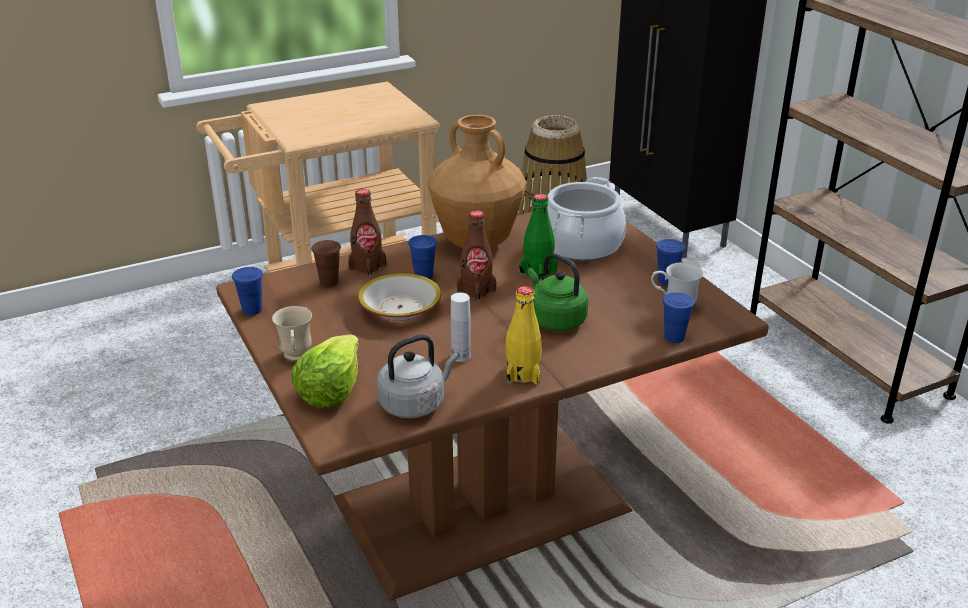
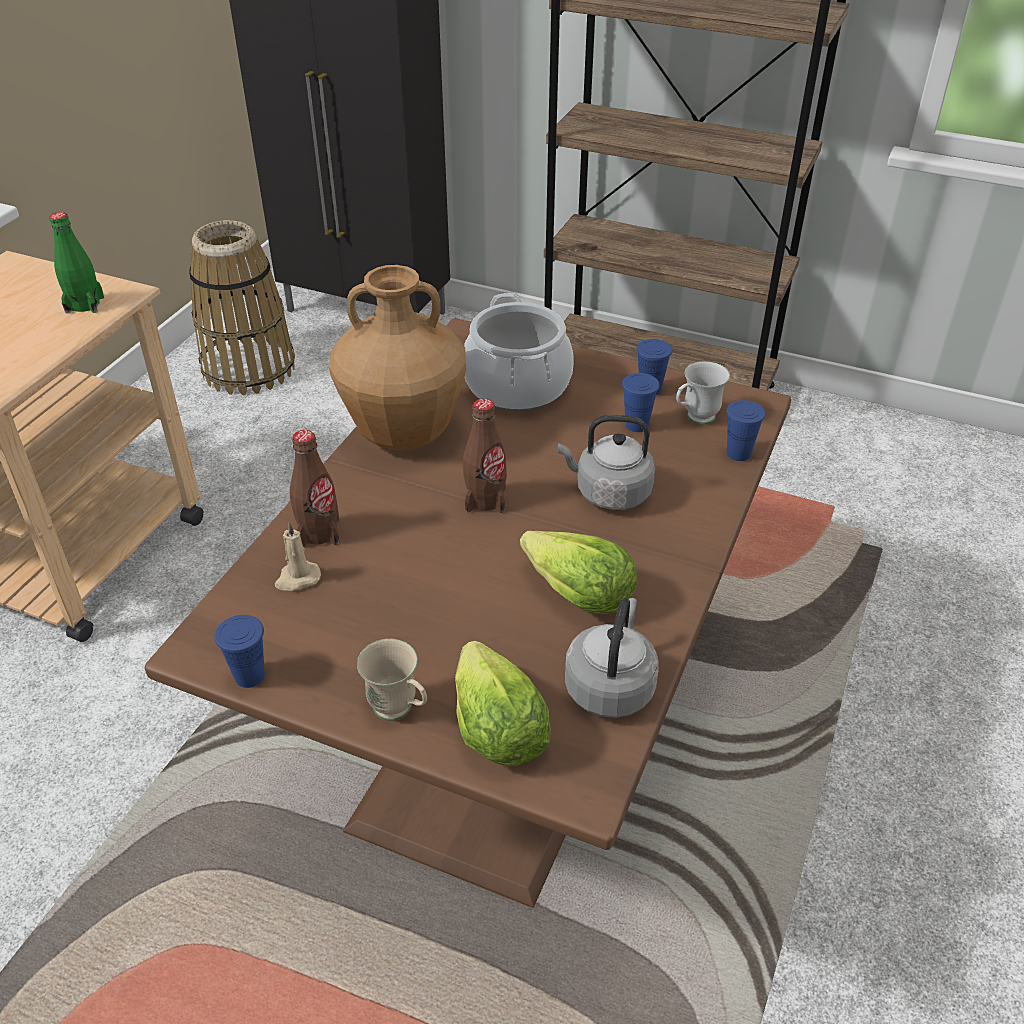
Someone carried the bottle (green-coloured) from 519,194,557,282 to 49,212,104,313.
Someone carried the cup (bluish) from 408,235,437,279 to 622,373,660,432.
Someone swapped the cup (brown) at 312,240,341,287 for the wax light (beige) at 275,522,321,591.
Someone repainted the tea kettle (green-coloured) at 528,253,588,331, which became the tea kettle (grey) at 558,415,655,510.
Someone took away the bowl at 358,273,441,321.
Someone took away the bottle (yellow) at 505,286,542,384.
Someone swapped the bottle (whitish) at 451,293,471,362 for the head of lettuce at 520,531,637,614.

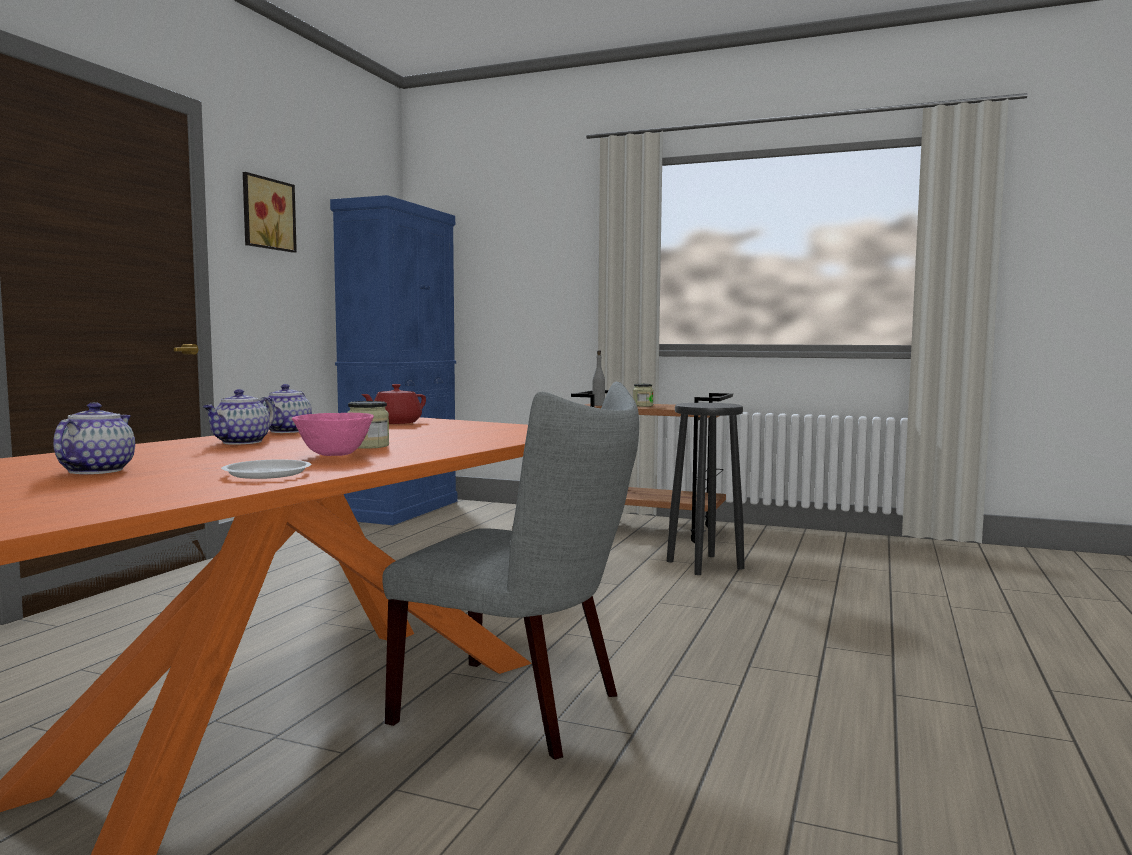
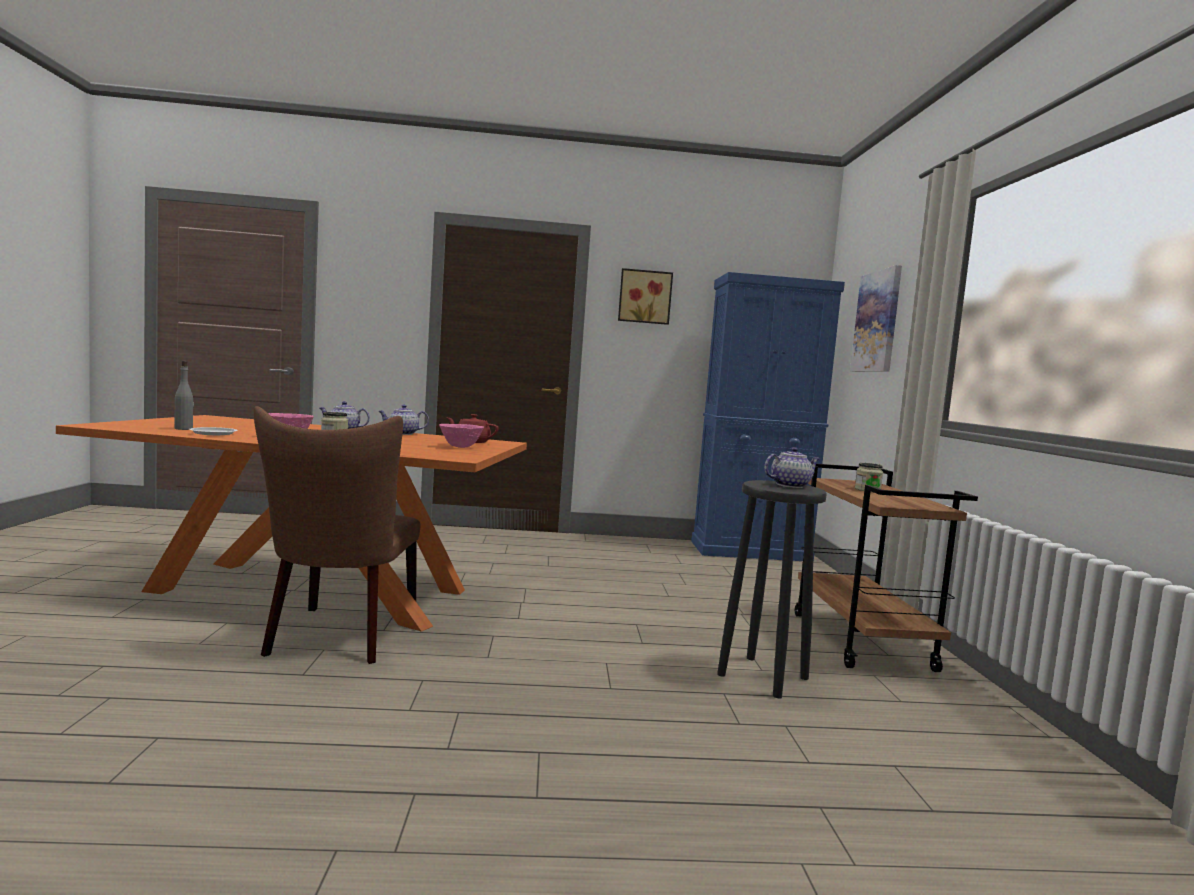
Someone carried the bottle (grey) from 592,351,605,406 to 174,361,194,430.
Someone repainted the plain chair (grey) at 382,382,639,760, which became the plain chair (brown) at 254,406,420,664.
Someone carried the teapot from 53,402,135,474 to 764,447,820,488.
Someone put up the wall picture at 850,265,902,372.
Someone put down the bowl (pinkish) at 439,424,484,448.

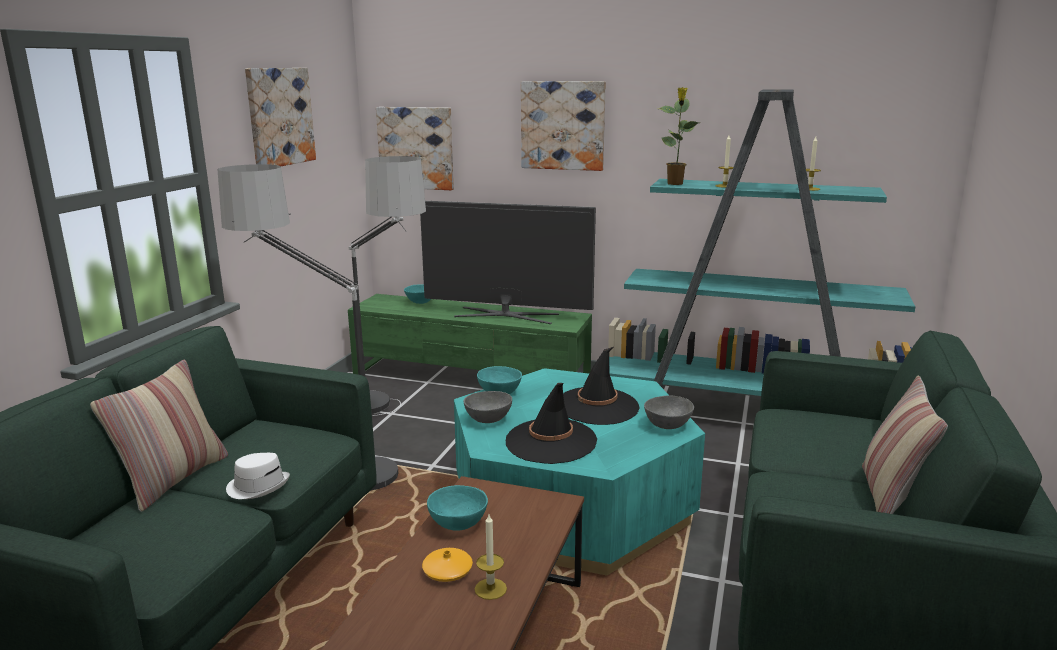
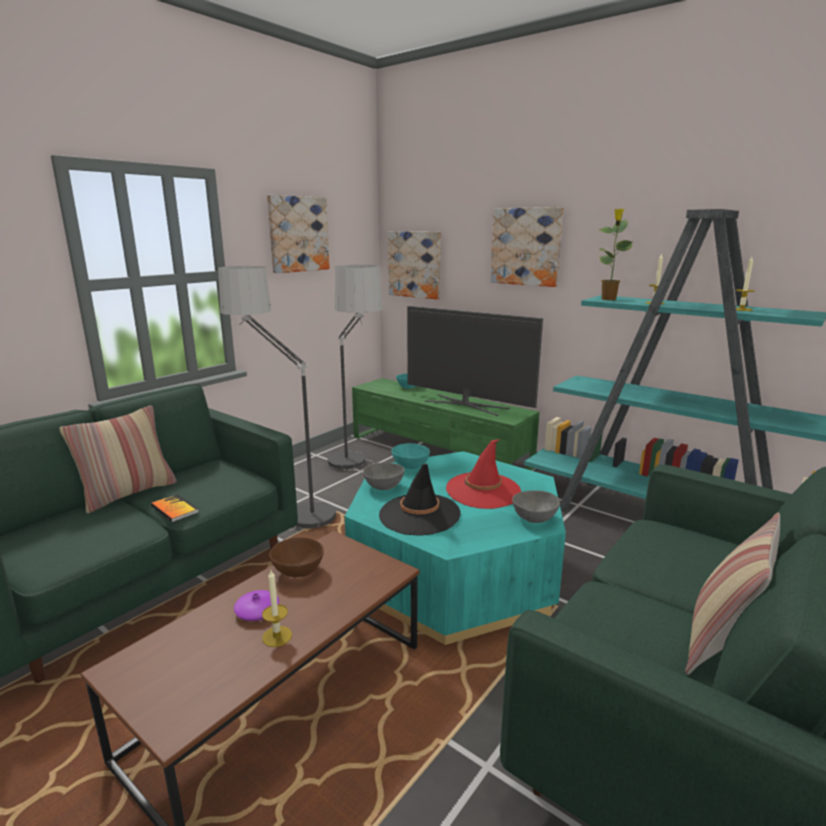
Someone repainted the clothing hat (blackish) at 563,347,640,425, which became the clothing hat (red) at 446,439,521,509.
Someone swapped the clothing hat (whitish) at 226,453,290,499 for the bound book at 151,494,199,522.
Someone repainted the bowl (turquoise-coloured) at 427,485,488,531, which became the bowl (brown) at 269,537,324,577.
Someone repainted the flower vase (orangey) at 422,548,473,582, which became the flower vase (purple) at 234,590,279,621.

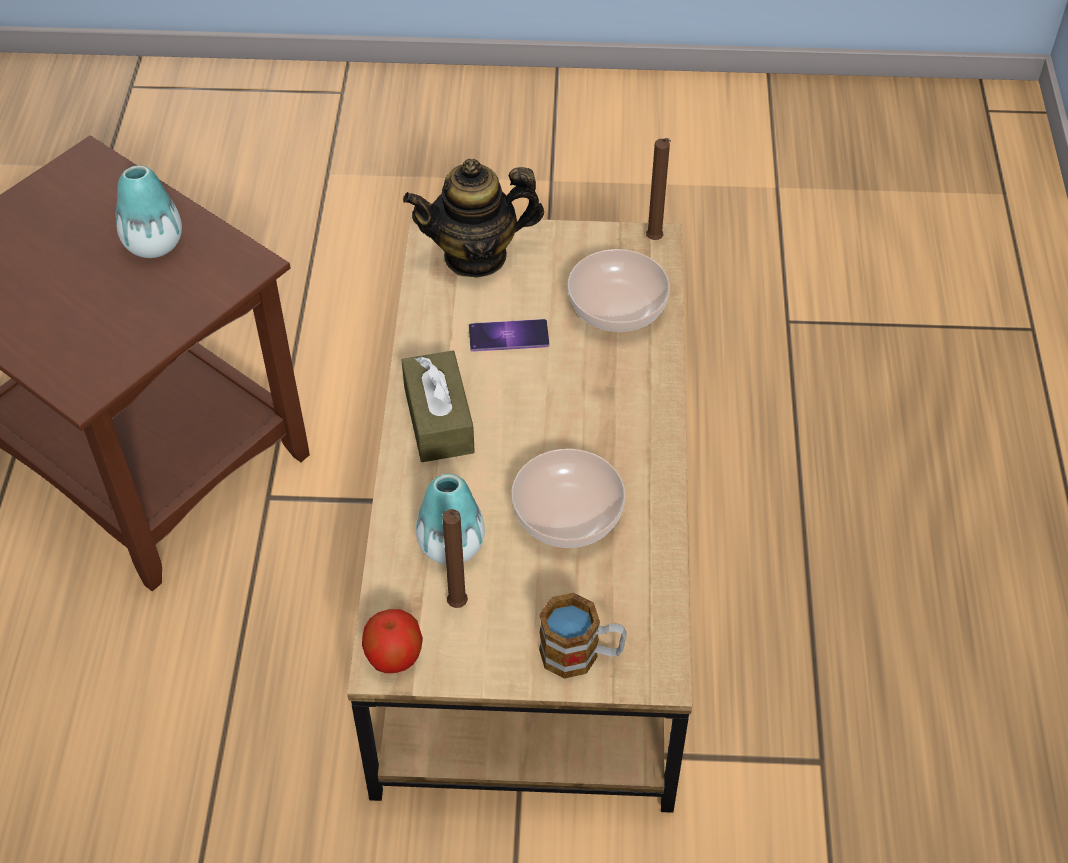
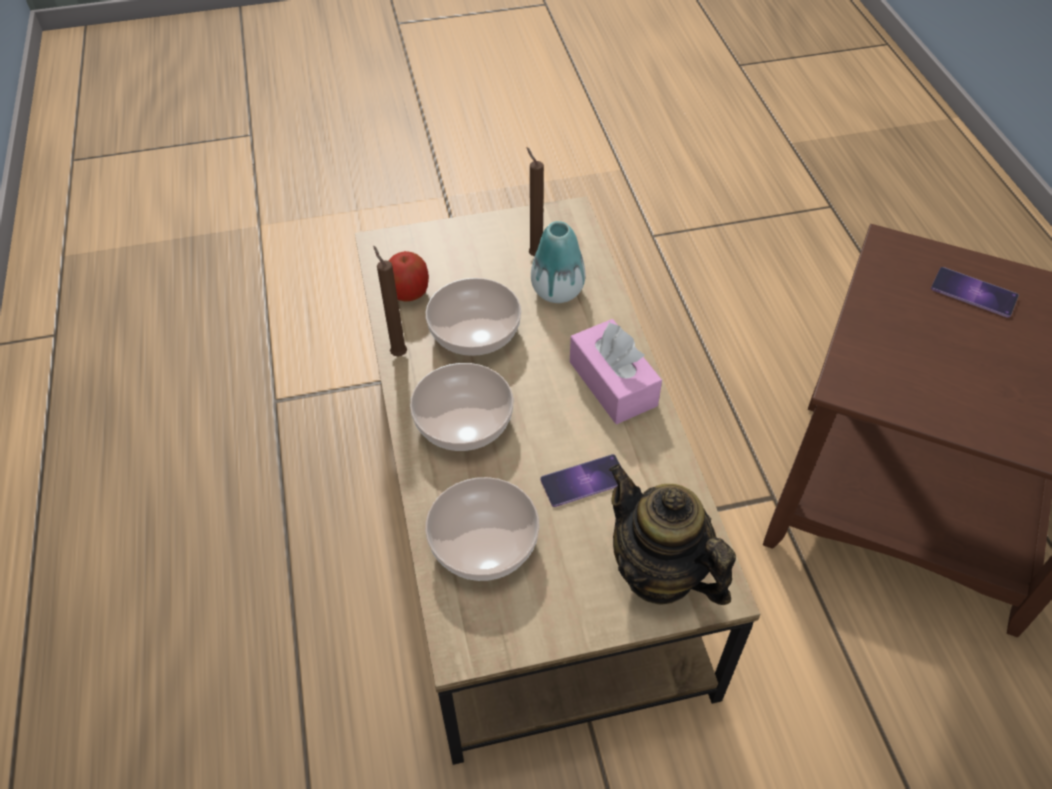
Someone carried the wax light (brown) from 646,138,671,240 to 373,246,407,356.
Someone rotated the teapot at 403,159,544,278 by 105 degrees counterclockwise.
Someone took away the flower vase at 116,165,182,258.
Someone repainted the tissue box (brown) at 402,350,475,462, which became the tissue box (pinkish) at 570,319,662,424.
Someone took away the mug at 539,593,627,679.
Someone carried the apple fruit from 362,609,423,673 to 388,251,429,302.
Someone put down the telephone at 931,267,1019,318.
Someone put down the bowl at 410,363,513,451.

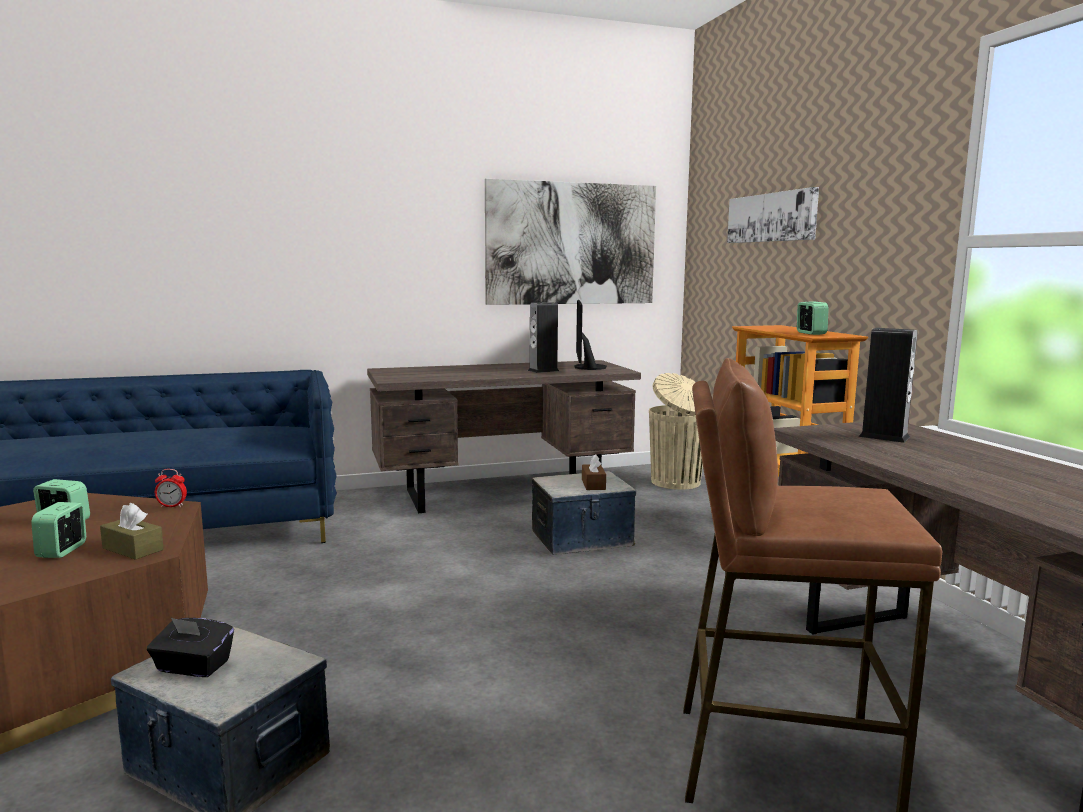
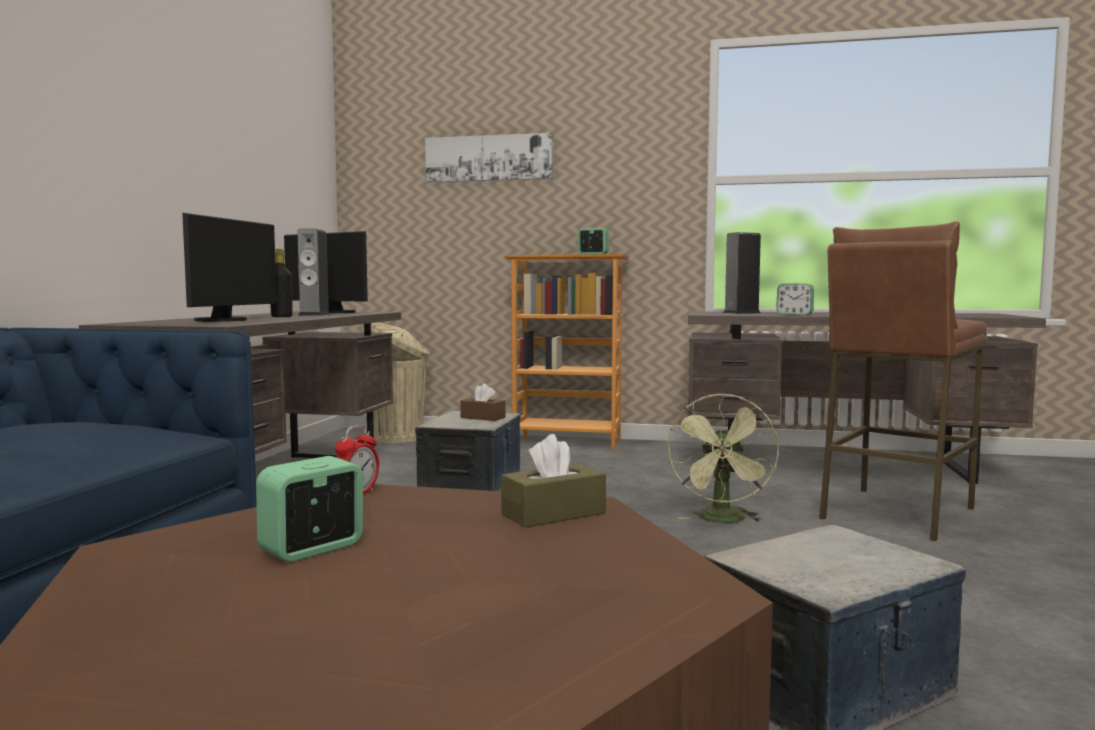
Someone took away the wall picture at 485,179,656,305.
Someone carried the table clock from 31,502,86,558 to 776,283,814,315.
Someone took away the tissue box (blackish) at 147,618,234,677.
Someone put down the computer screen at 182,213,277,322.
Someone put down the bottle (blackish) at 270,249,293,317.
Someone put down the electric fan (green-coloured) at 668,393,779,523.

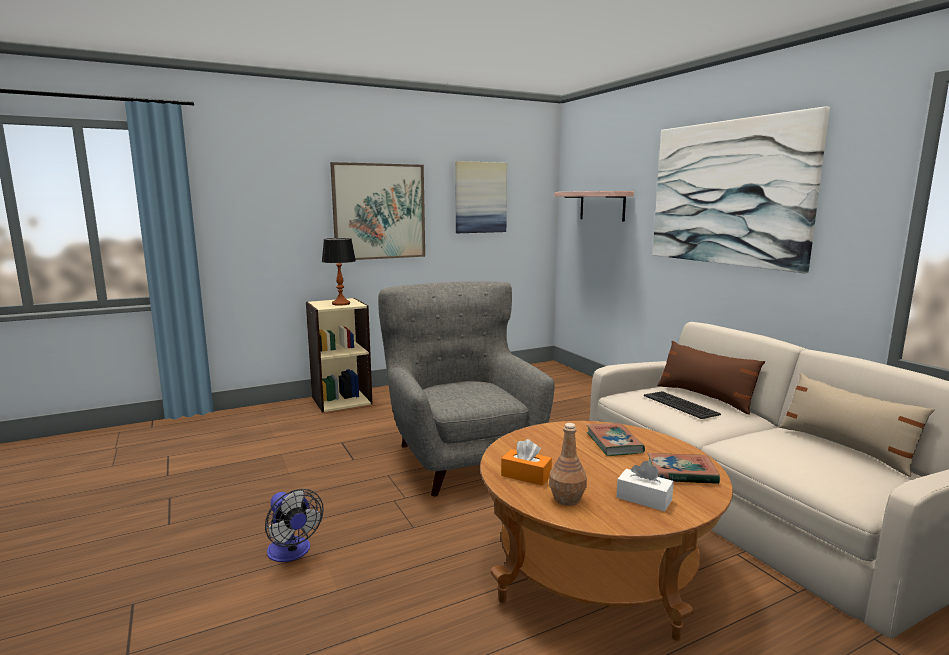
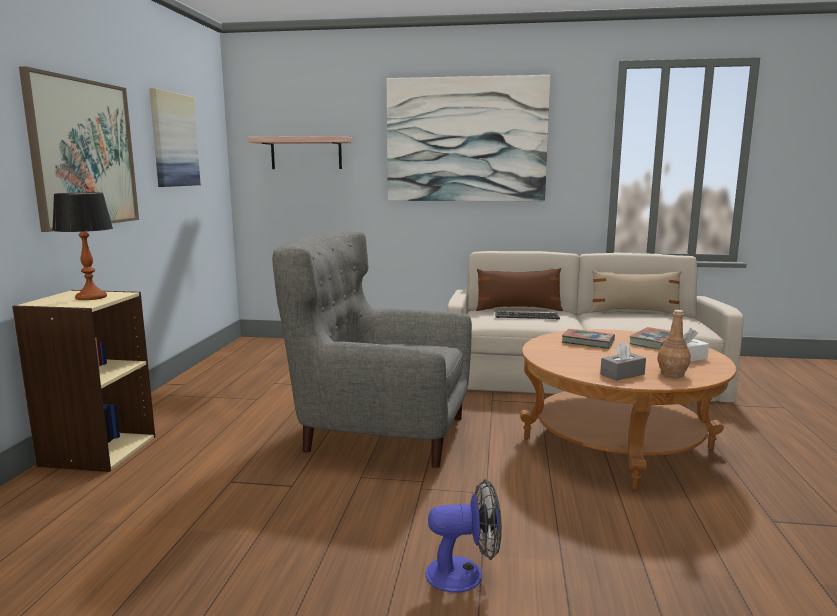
Someone repainted the tissue box (orangey) at 501,439,552,486, which became the tissue box (grey) at 600,341,646,381.

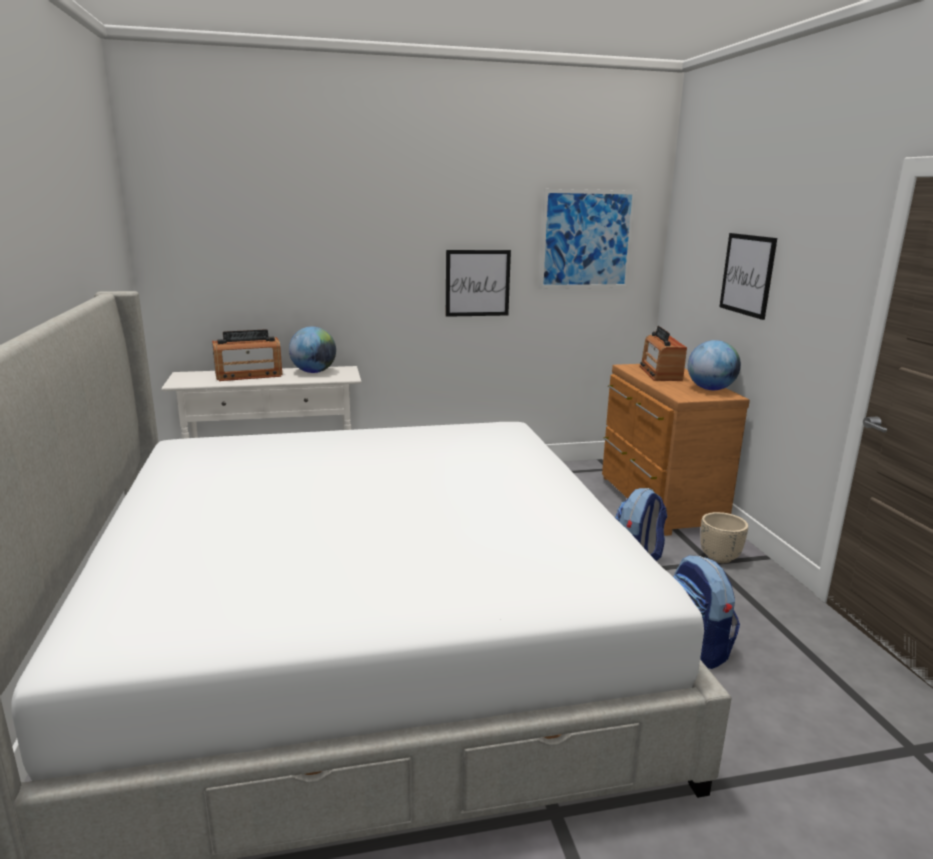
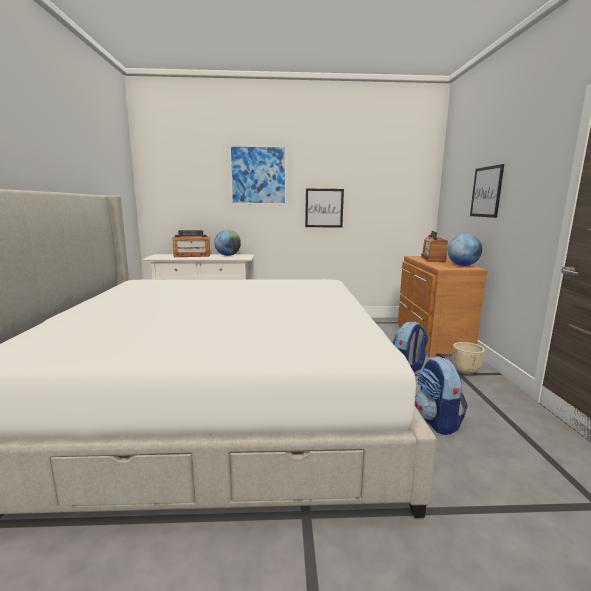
Someone carried the wall picture from 539,189,636,289 to 228,144,287,205.

